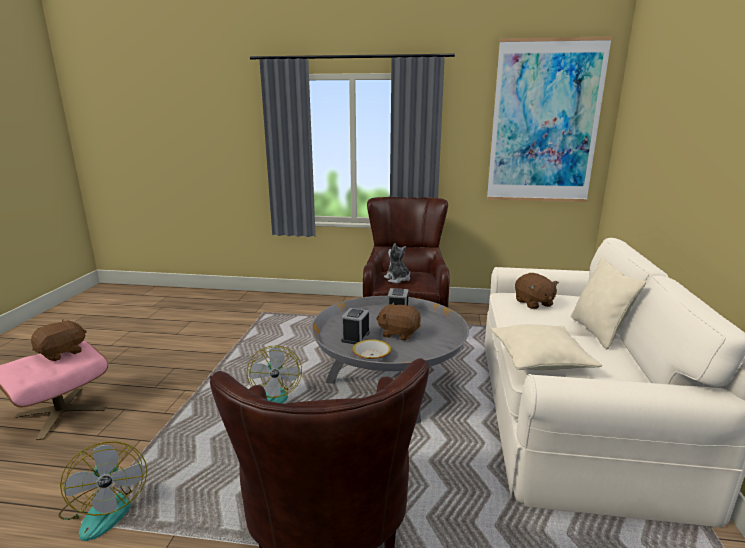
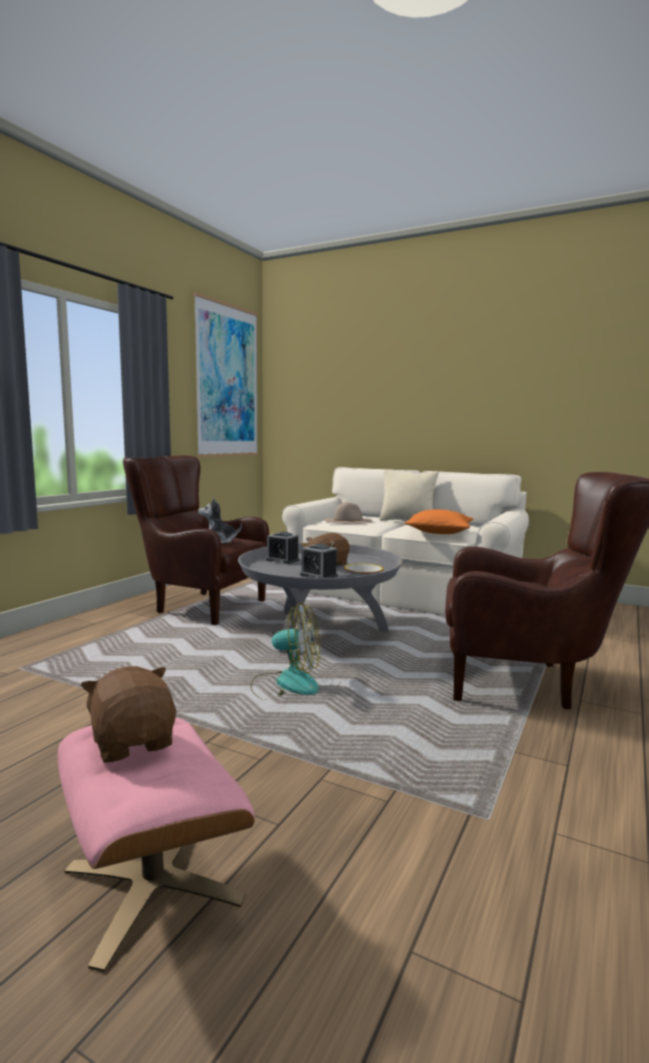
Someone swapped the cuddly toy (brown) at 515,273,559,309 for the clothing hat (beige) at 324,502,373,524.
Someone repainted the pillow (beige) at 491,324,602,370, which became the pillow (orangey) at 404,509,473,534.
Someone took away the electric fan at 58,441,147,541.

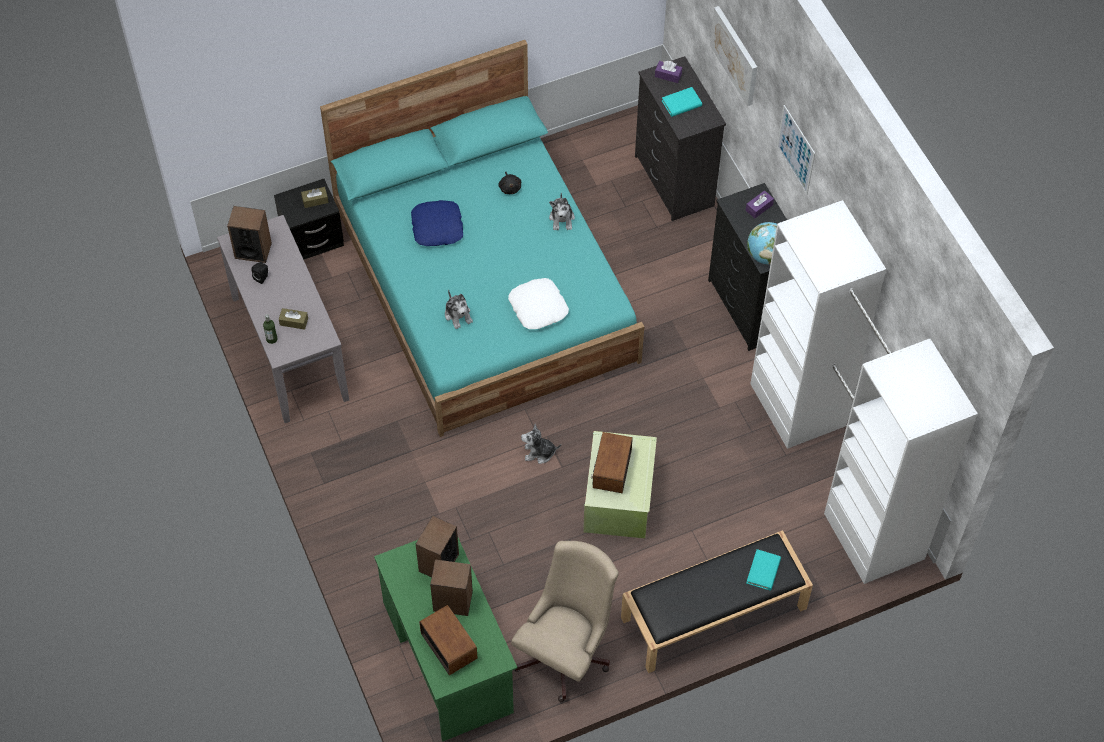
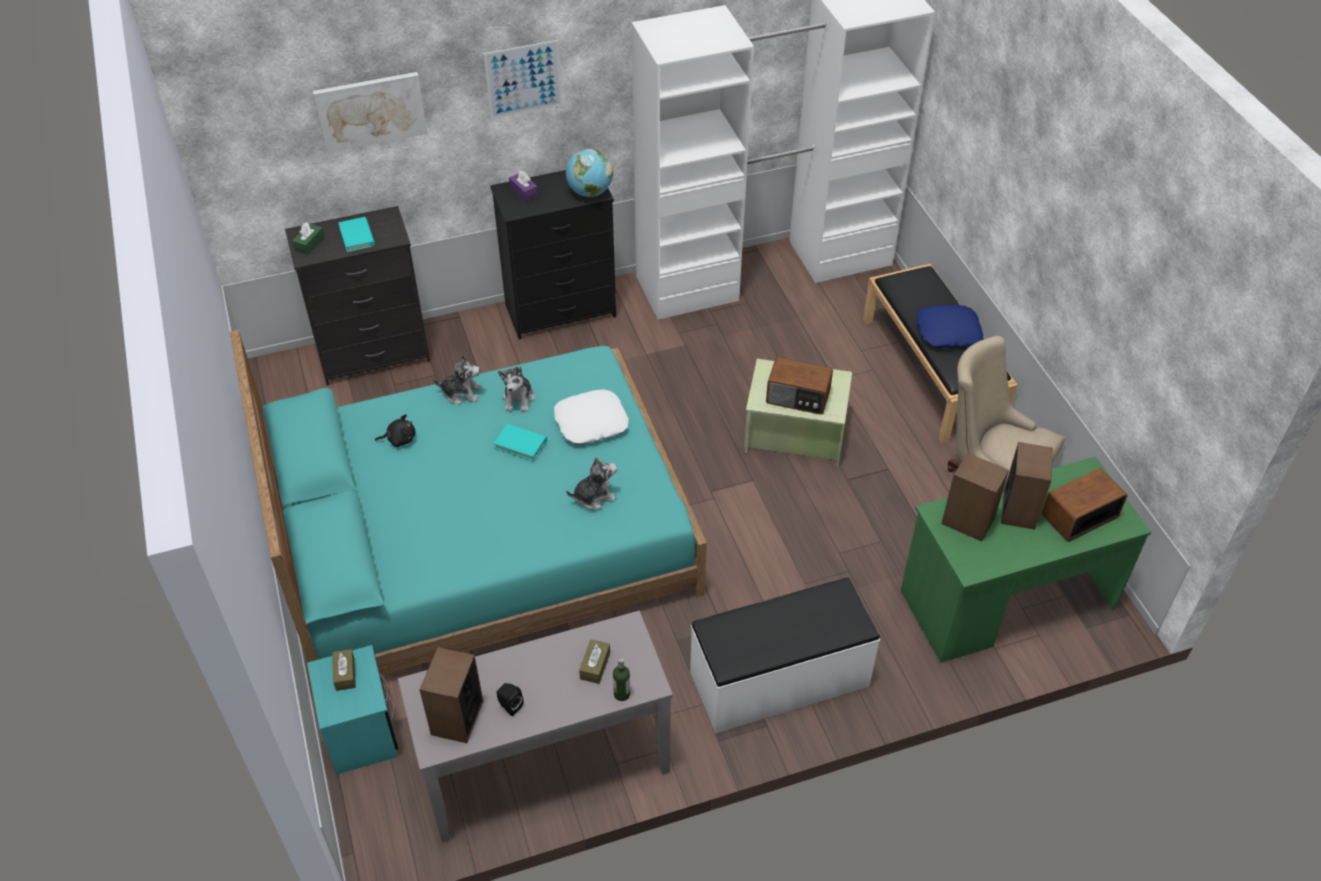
Someone repainted the tissue box (purple) at 655,61,682,83, which became the tissue box (green-coloured) at 292,222,325,255.
Someone repainted the nightstand (blackish) at 274,179,344,260, which became the nightstand (turquoise-coloured) at 307,645,398,775.
Someone carried the pillow (bluish) from 411,200,463,246 to 917,305,983,348.
Someone carried the cuddly toy from 521,424,561,464 to 498,366,535,412.
Someone carried the bound book (turquoise-coloured) from 746,549,781,591 to 494,424,547,461.
Someone put down the long seat (whitish) at 690,578,880,733.

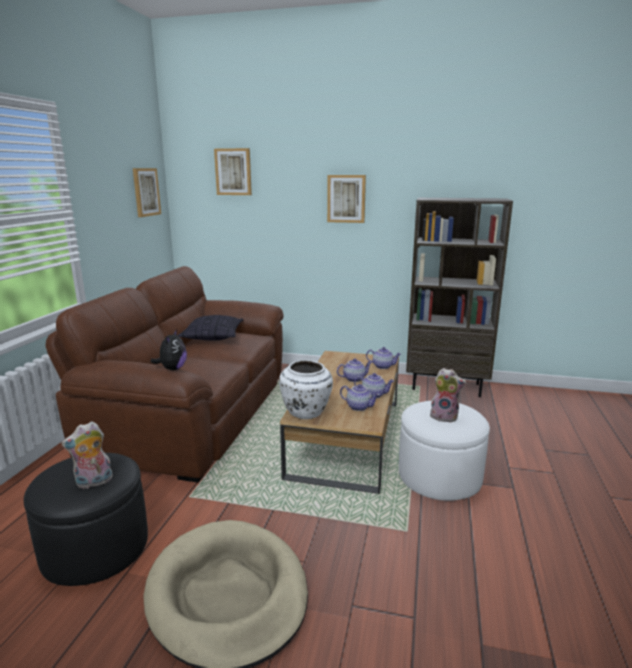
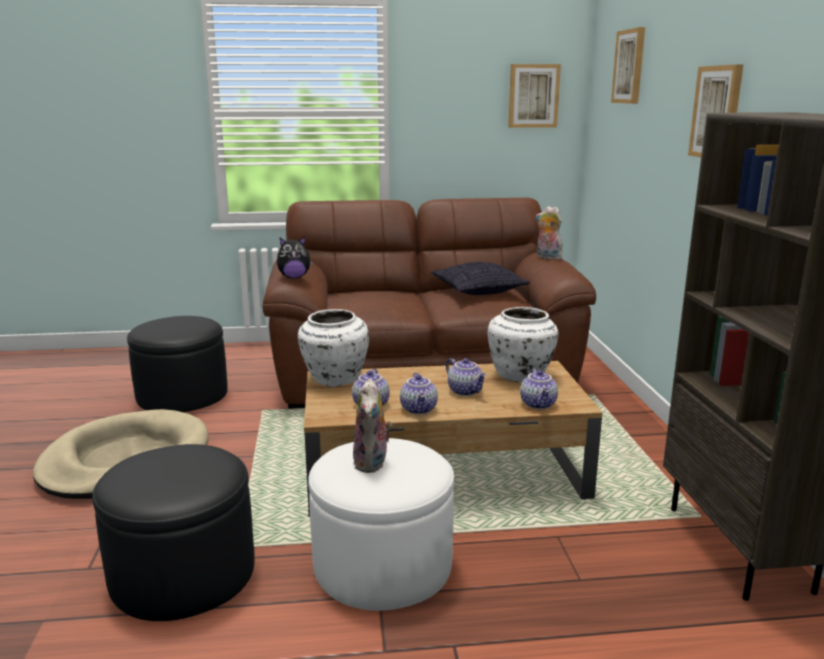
Someone carried the cuddly toy from 61,421,113,489 to 535,206,562,260.
Someone put down the flower vase (whitish) at 488,307,558,383.
Someone put down the footrest (blackish) at 92,444,255,621.

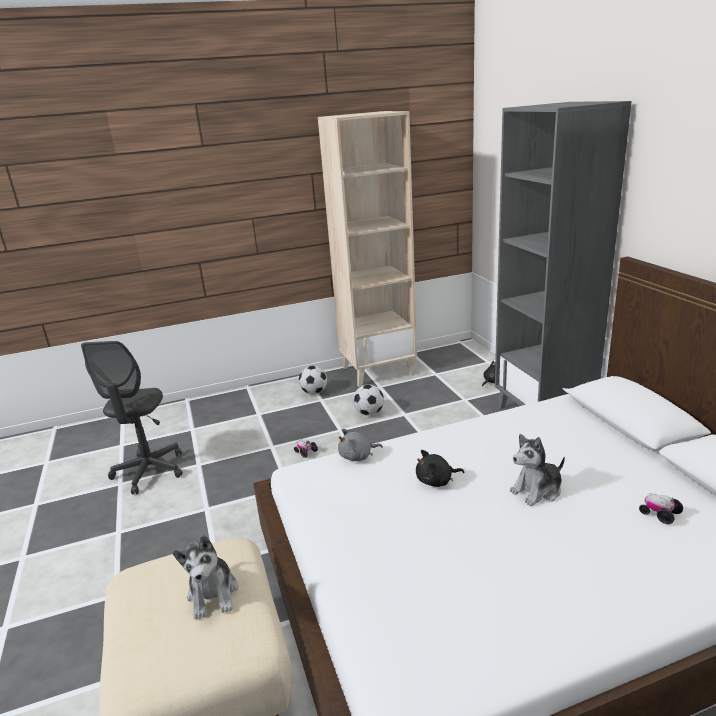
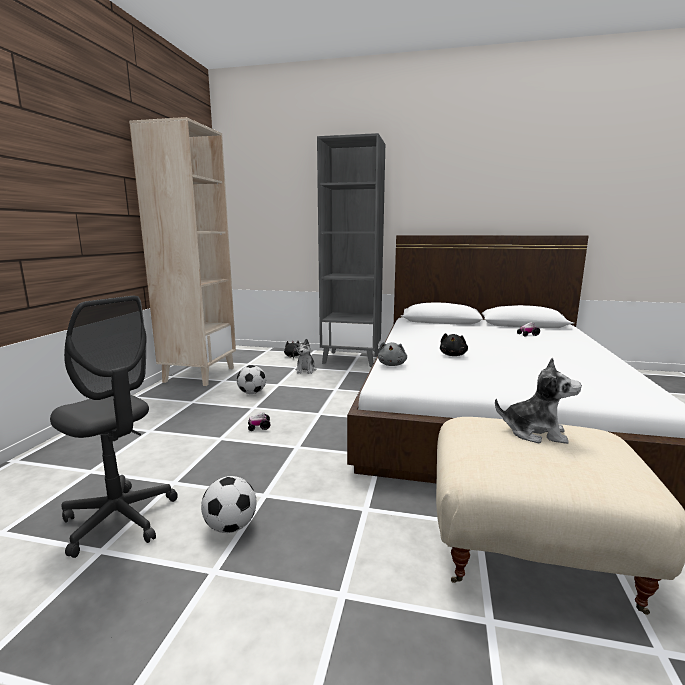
Someone carried the football ball from 299,366,327,394 to 201,476,256,533.
Someone carried the cuddly toy from 510,434,565,506 to 294,339,316,374.

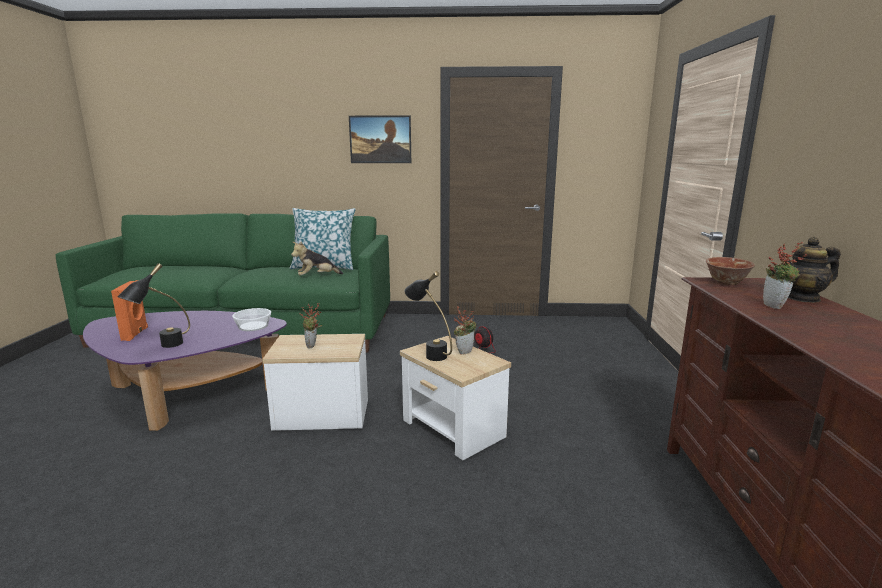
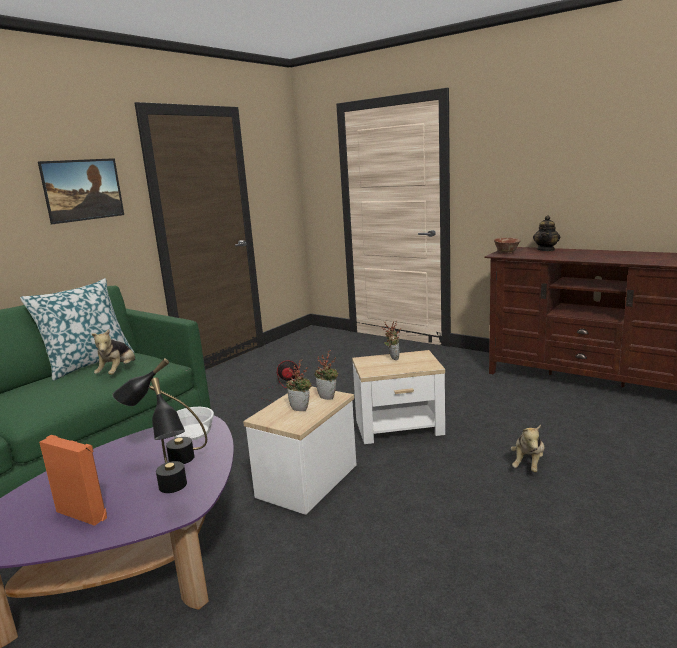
Someone carried the potted plant from 763,242,807,309 to 314,350,338,400.
Someone carried the table lamp (blackish) from 405,271,452,361 to 112,358,207,464.
Someone put down the cuddly toy at 511,425,544,472.

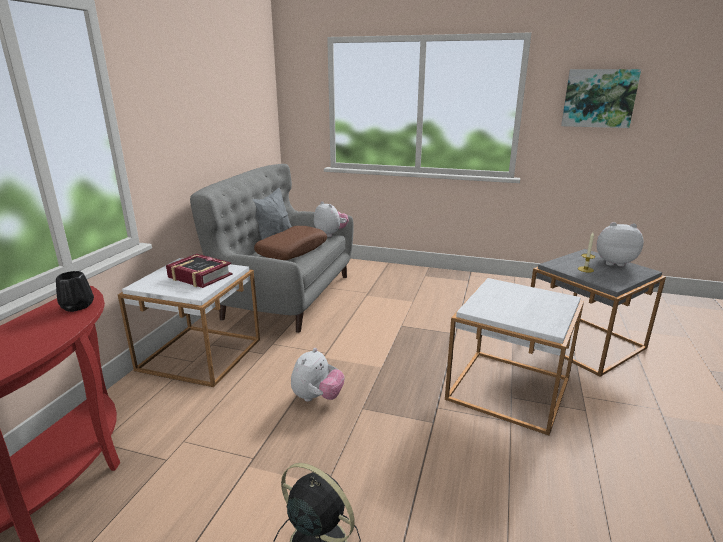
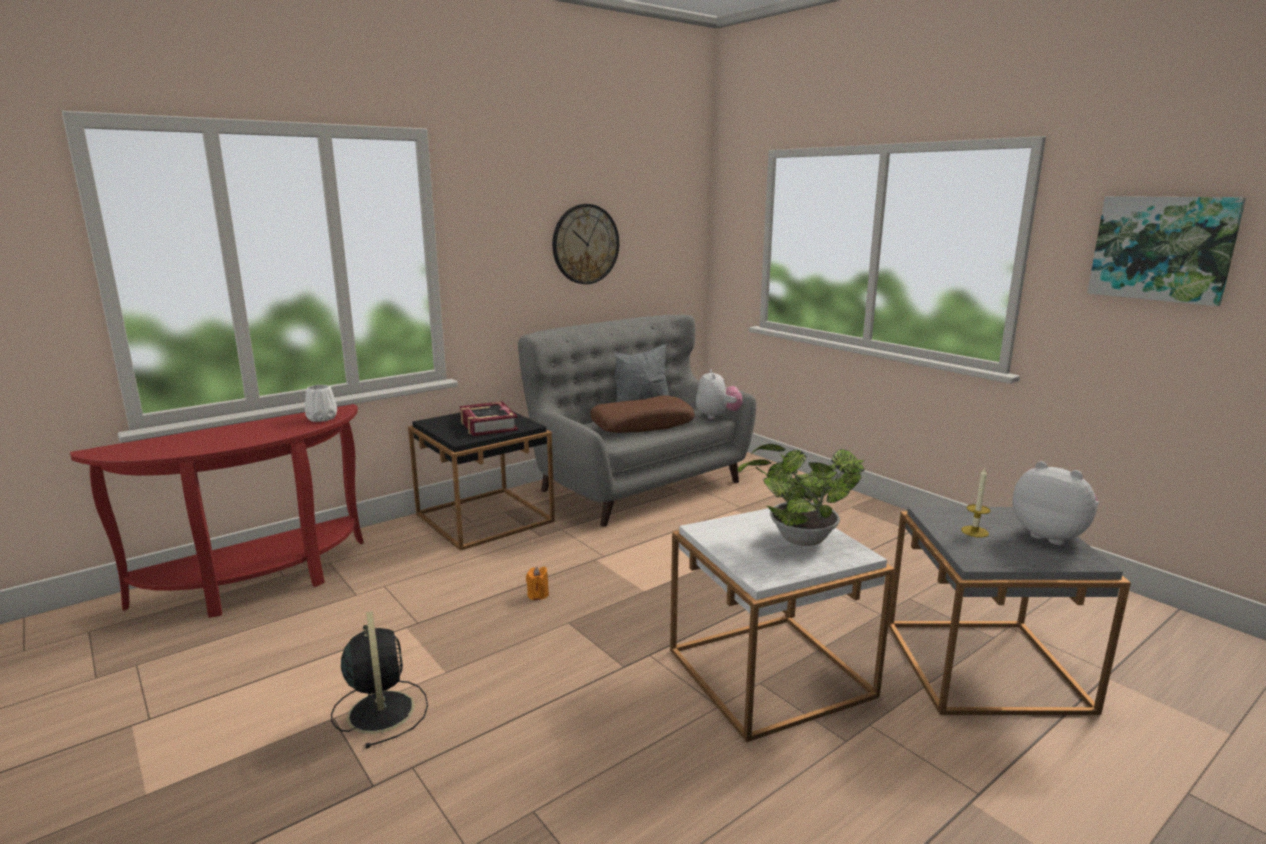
Someone repainted the accent table (whitish) at 118,258,260,387, which became the accent table (blackish) at 408,412,555,551.
Someone repainted the flower vase (blackish) at 56,271,94,312, which became the flower vase (whitish) at 305,385,337,422.
Someone swapped the cuddly toy at 291,348,344,402 for the wax light (orangey) at 526,566,549,600.
Someone put up the clock on the wall at 552,204,619,284.
Someone put down the potted plant at 737,444,865,546.

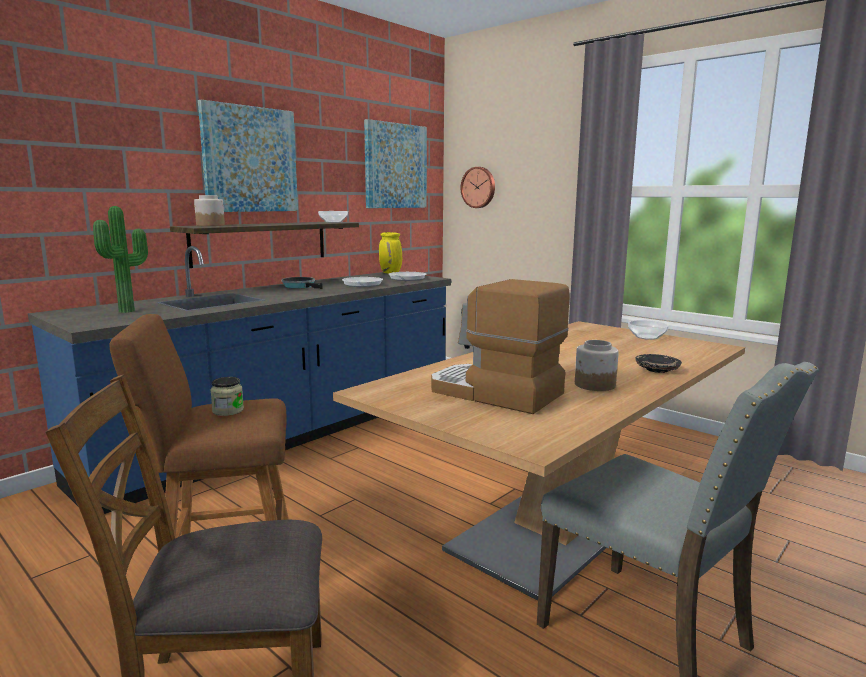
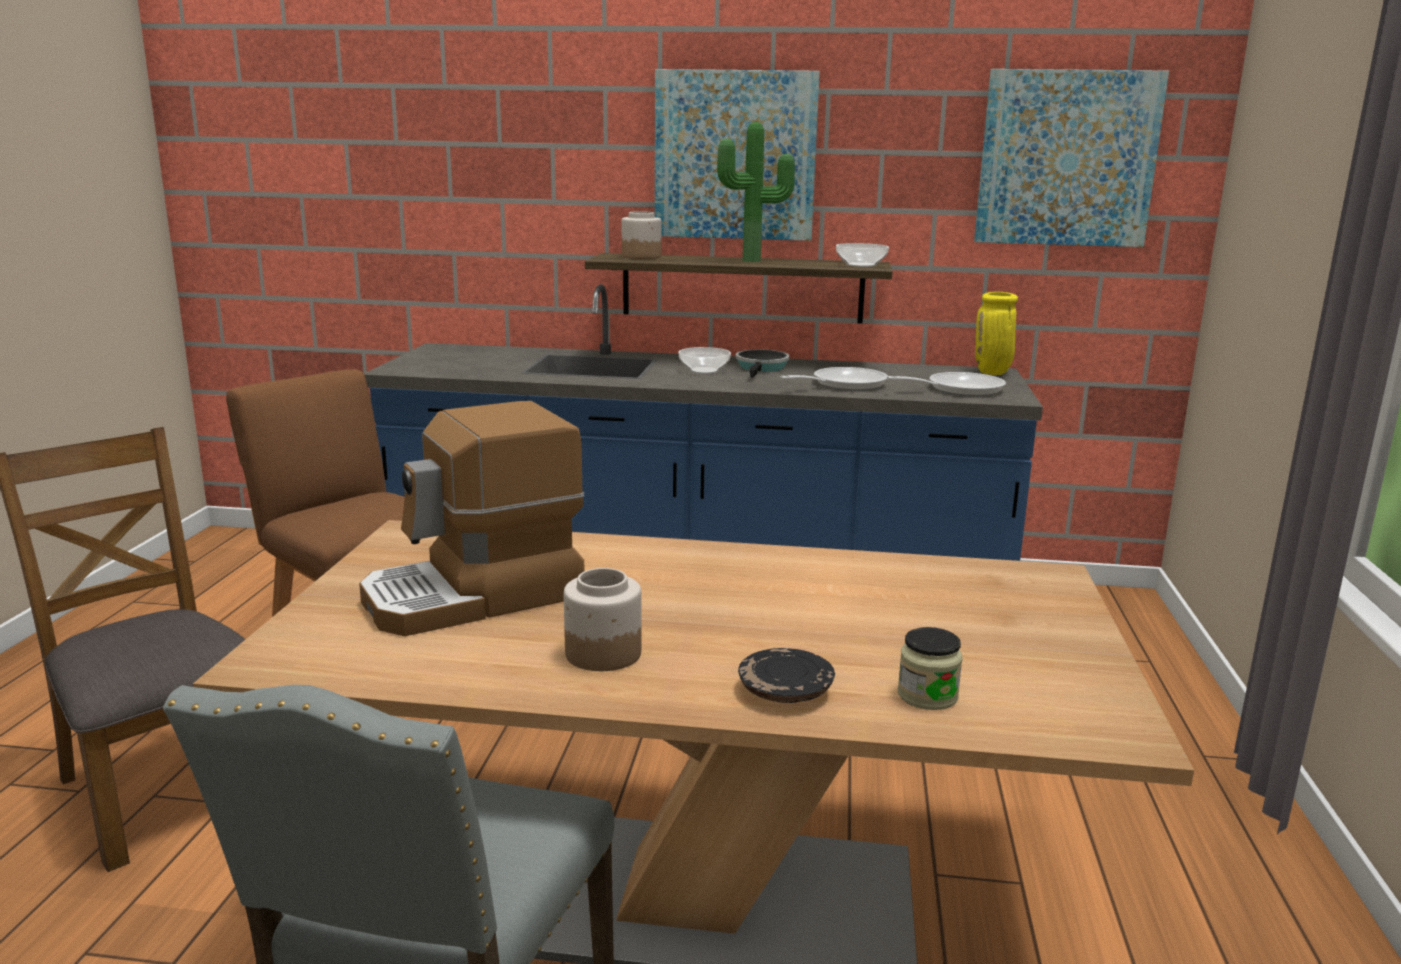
Someone took away the clock on the wall at 461,167,495,208.
Someone carried the potted plant from 93,206,148,313 to 717,122,795,262.
Someone rotated the coffee brewer at 431,279,570,414 by 120 degrees counterclockwise.
Someone carried the bowl from 628,320,669,340 to 679,347,731,374.
Someone carried the storage jar from 210,377,244,416 to 898,627,963,710.

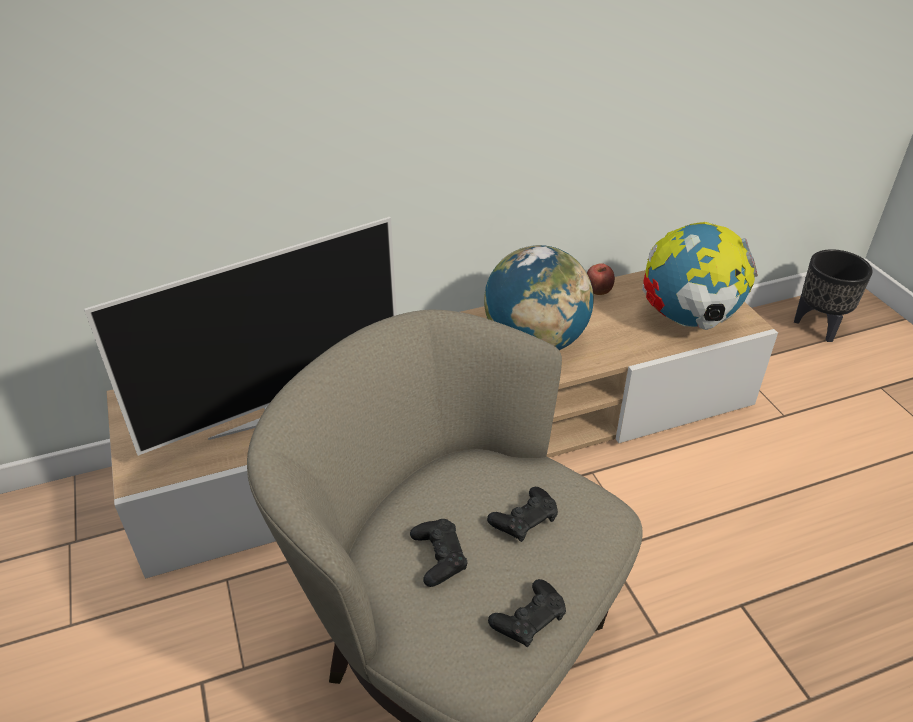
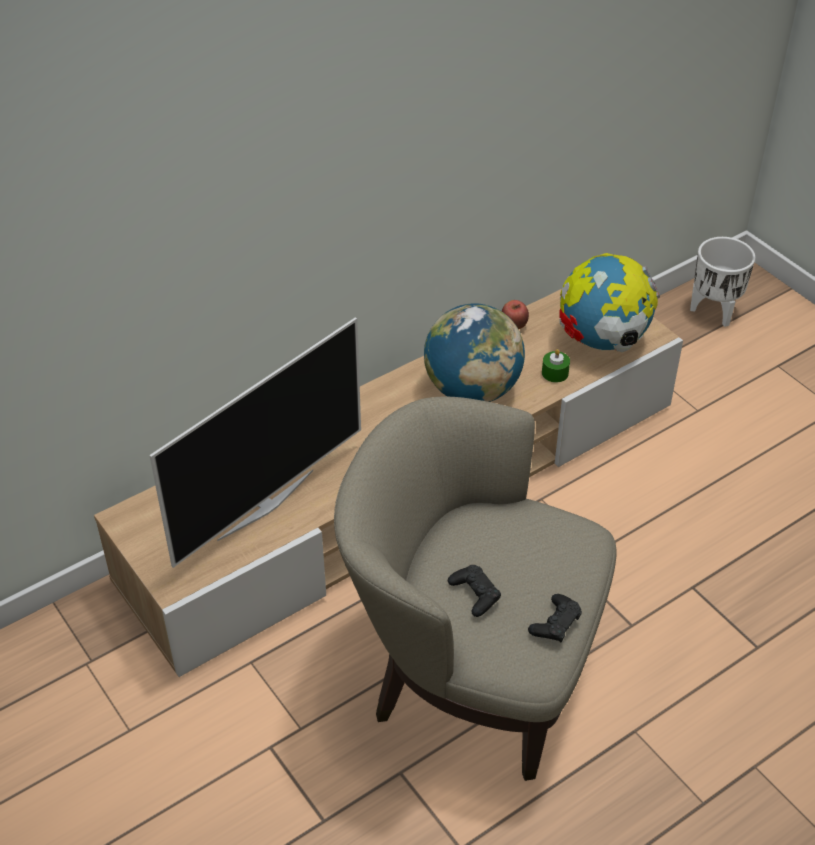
Someone repainted the plant pot (blackish) at 794,249,873,342, which became the plant pot (whitish) at 690,237,755,327.
Someone took away the game controller (blackish) at 487,487,558,542.
Someone put down the wax light (green-coloured) at 542,349,570,383.

